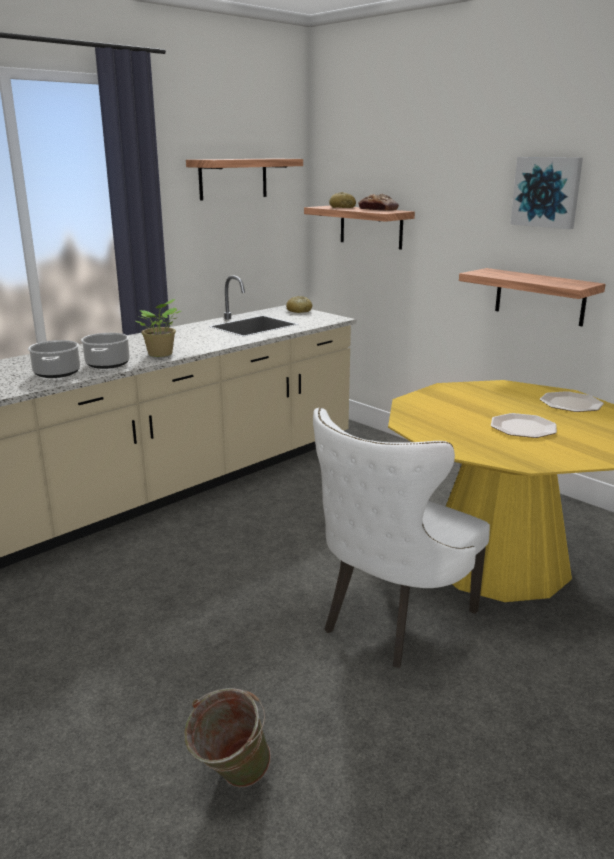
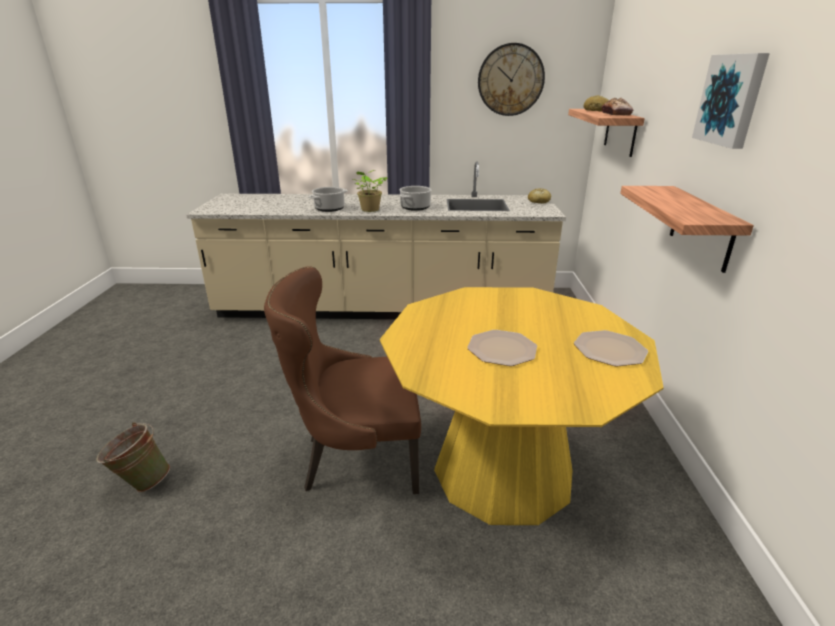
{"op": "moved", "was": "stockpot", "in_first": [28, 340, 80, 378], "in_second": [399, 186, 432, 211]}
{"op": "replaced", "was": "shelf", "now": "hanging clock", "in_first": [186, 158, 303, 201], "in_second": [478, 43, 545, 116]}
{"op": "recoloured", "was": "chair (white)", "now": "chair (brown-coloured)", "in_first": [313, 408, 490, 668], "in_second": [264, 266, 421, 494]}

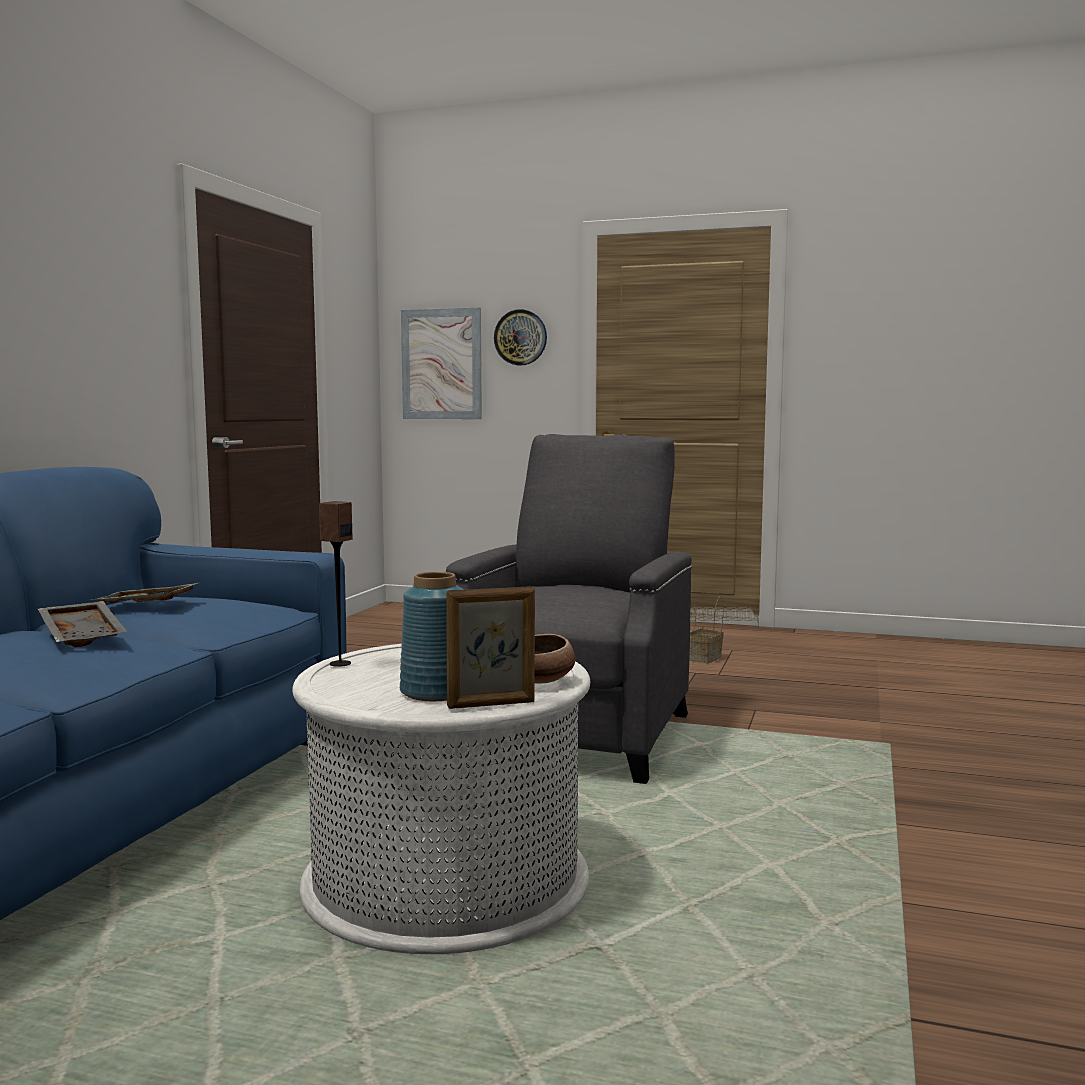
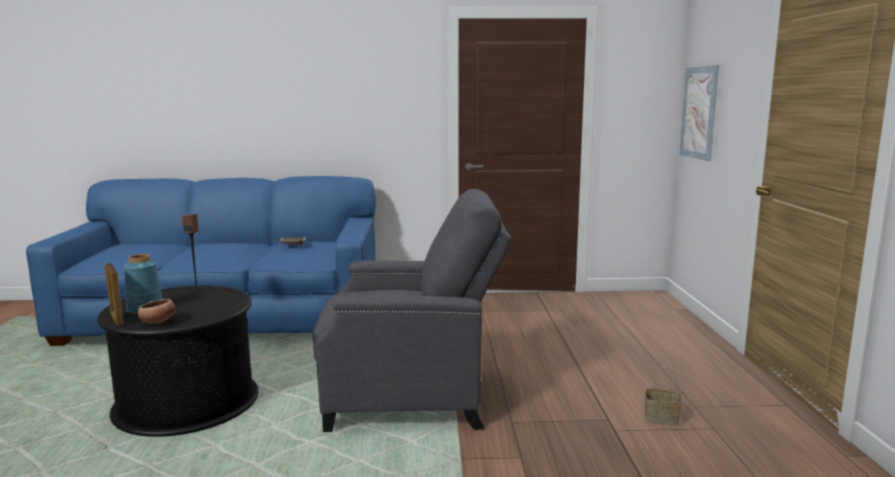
{"op": "removed", "was": "carrying tray (greyish)", "in_first": [38, 601, 127, 647]}
{"op": "recoloured", "was": "low table (white)", "now": "low table (blackish)", "in_first": [292, 644, 590, 954], "in_second": [97, 286, 258, 437]}
{"op": "removed", "was": "hanging clock", "in_first": [494, 309, 547, 365]}

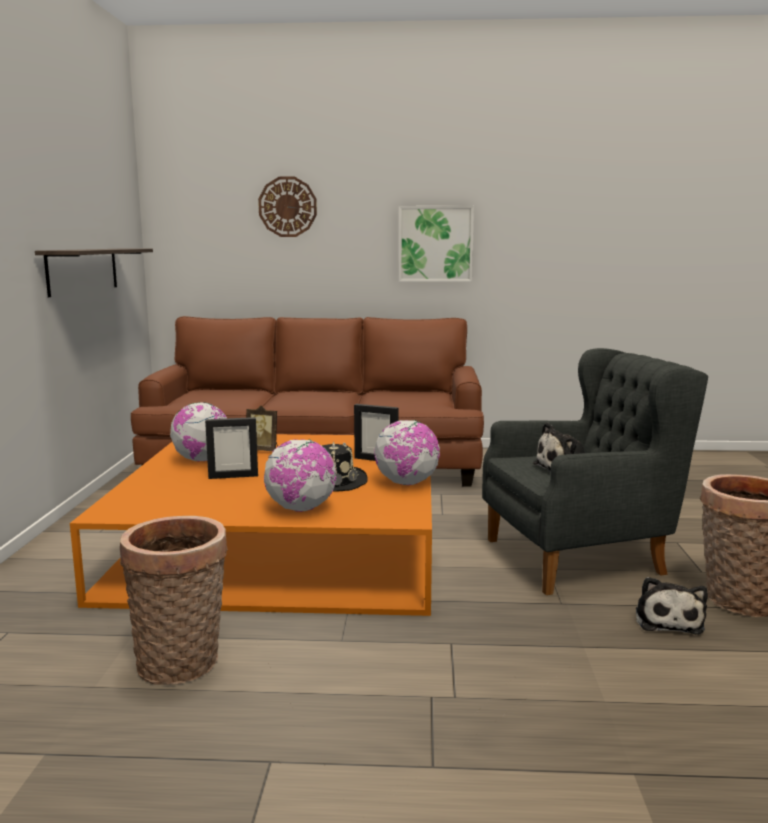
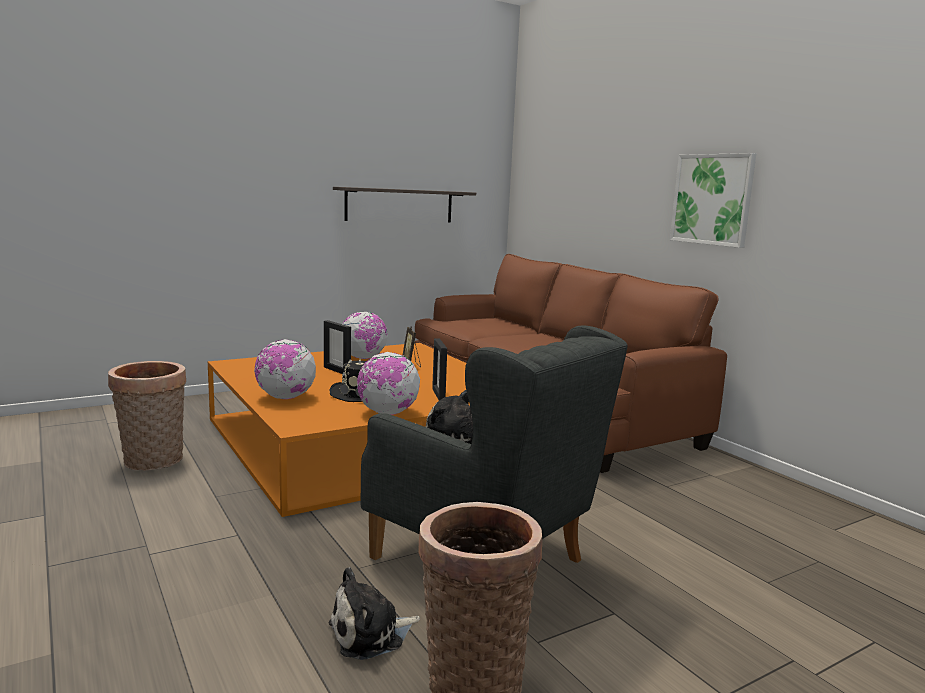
{"op": "removed", "was": "hanging clock", "in_first": [258, 177, 317, 237]}

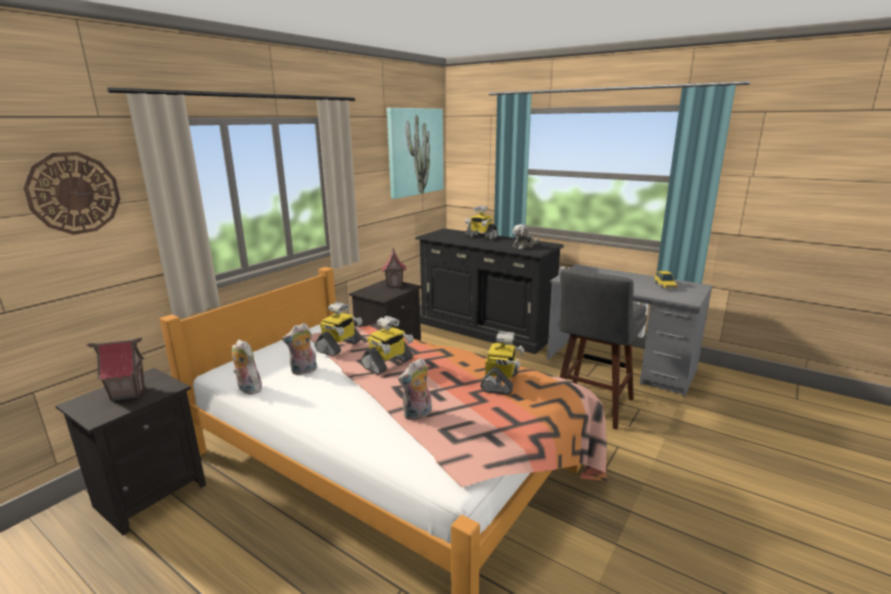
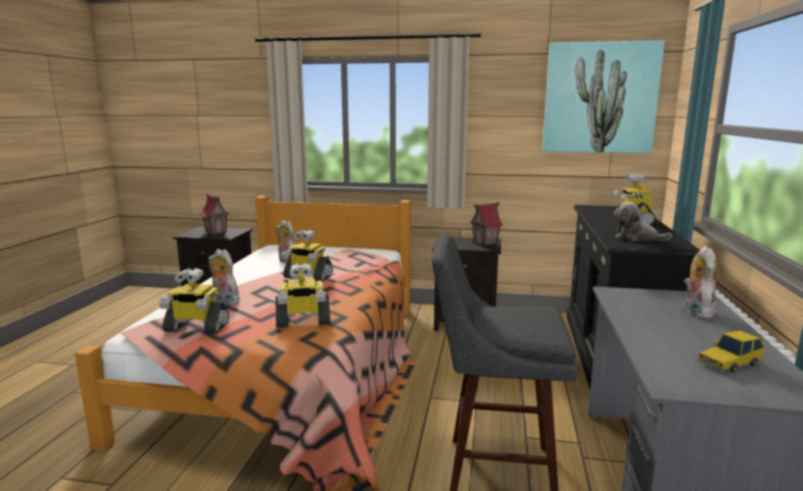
{"op": "removed", "was": "hanging clock", "in_first": [23, 152, 120, 235]}
{"op": "moved", "was": "plush toy", "in_first": [232, 339, 262, 394], "in_second": [684, 246, 717, 318]}
{"op": "moved", "was": "model robot", "in_first": [315, 302, 362, 356], "in_second": [159, 268, 229, 334]}

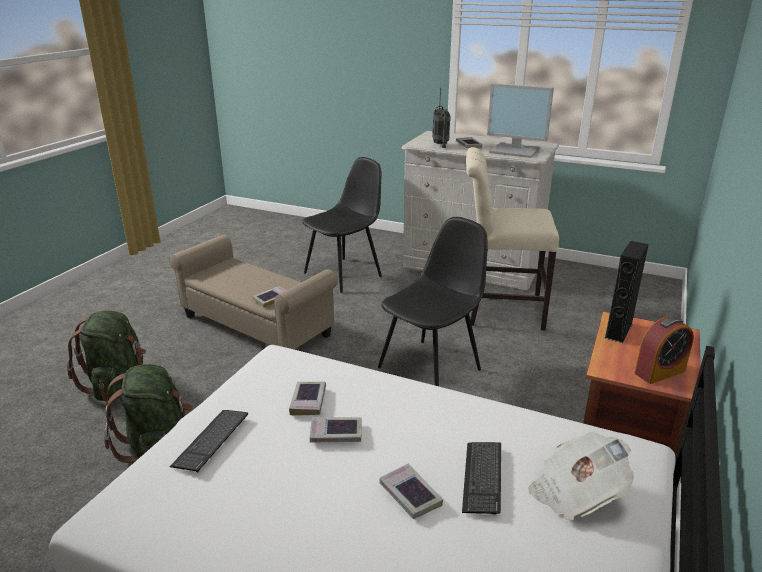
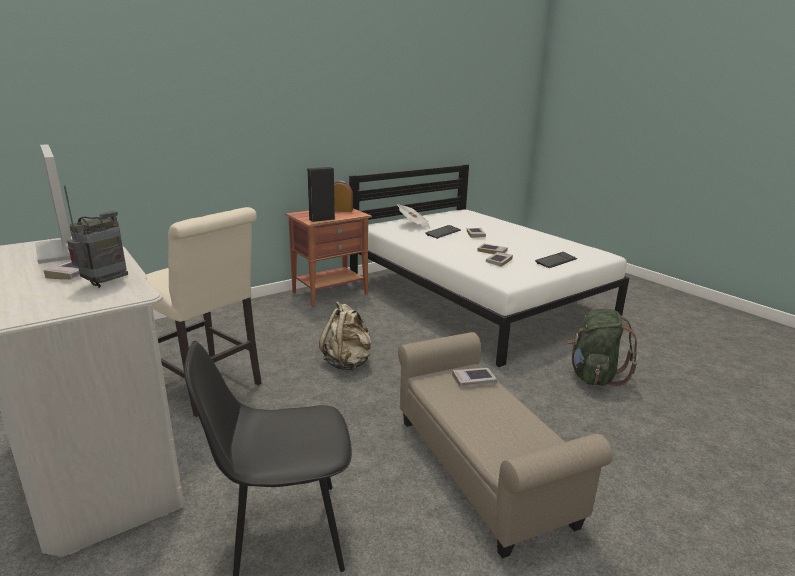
{"op": "removed", "was": "rucksack (green)", "in_first": [67, 311, 146, 401]}
{"op": "replaced", "was": "chair (blackish)", "now": "rucksack (sand-coloured)", "in_first": [378, 217, 488, 386], "in_second": [319, 301, 371, 370]}

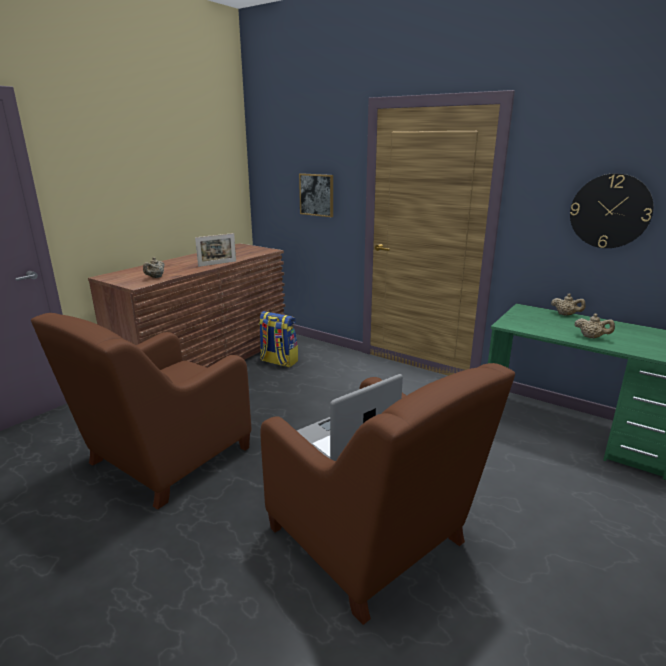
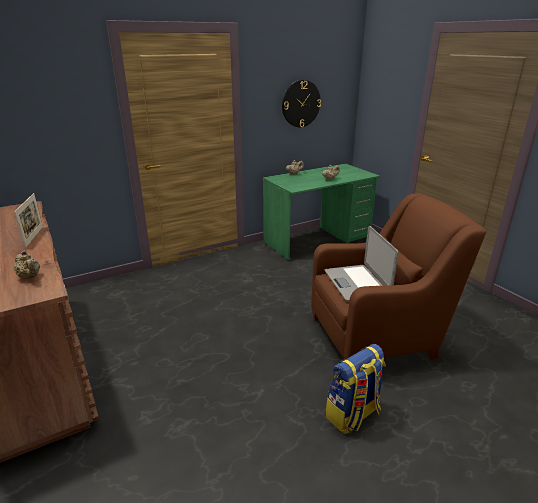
{"op": "removed", "was": "lounge chair (brown-coloured)", "in_first": [31, 313, 251, 510]}
{"op": "moved", "was": "rucksack", "in_first": [259, 311, 298, 367], "in_second": [326, 344, 386, 434]}
{"op": "removed", "was": "wall picture", "in_first": [299, 173, 333, 217]}

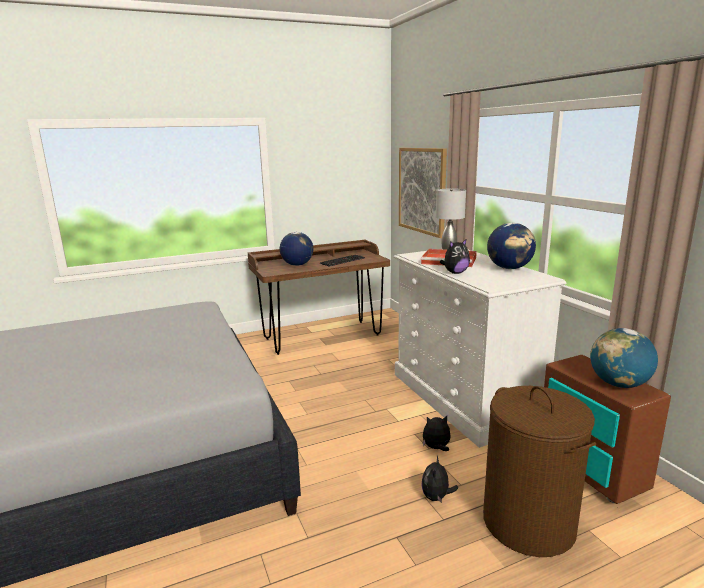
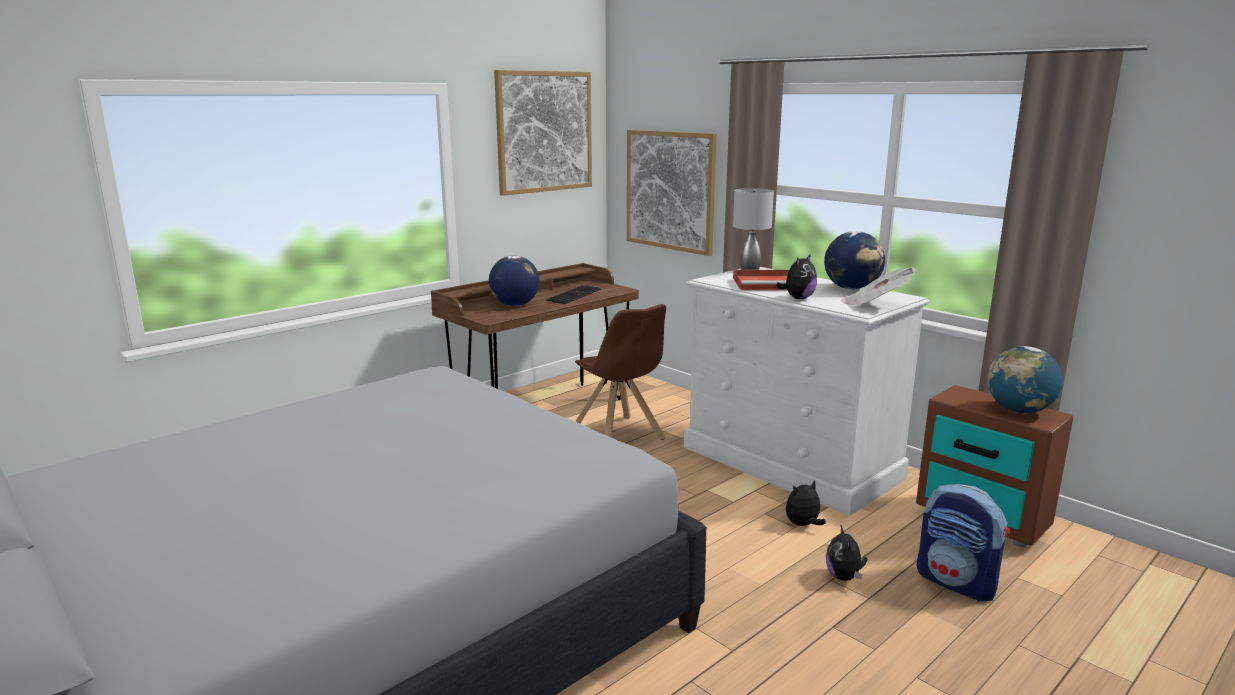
{"op": "replaced", "was": "hamper (brown-coloured)", "now": "rucksack", "in_first": [483, 386, 596, 557], "in_second": [916, 484, 1010, 602]}
{"op": "added", "now": "wall picture", "in_second": [494, 70, 592, 196]}
{"op": "added", "now": "chair (brown-coloured)", "in_second": [575, 304, 666, 440]}
{"op": "added", "now": "printed paper", "in_second": [841, 267, 917, 306]}

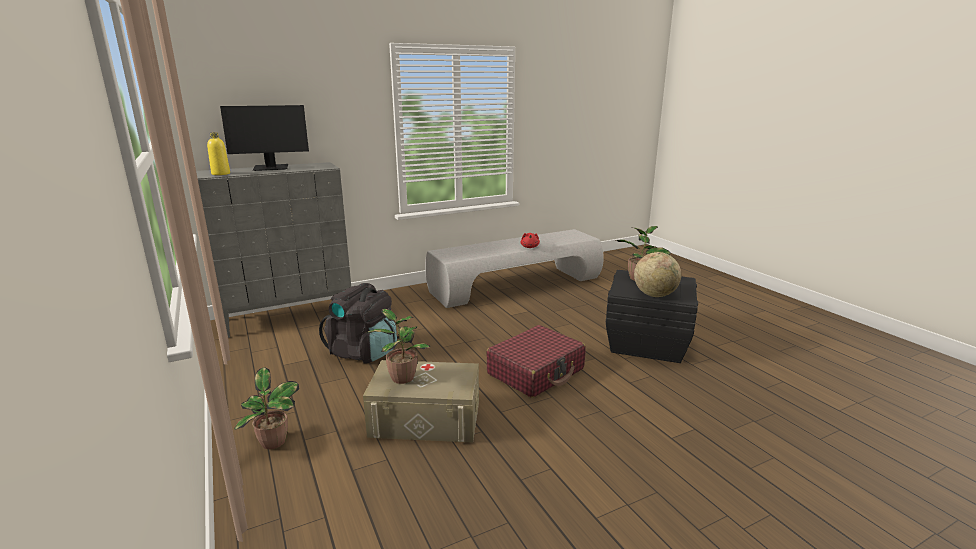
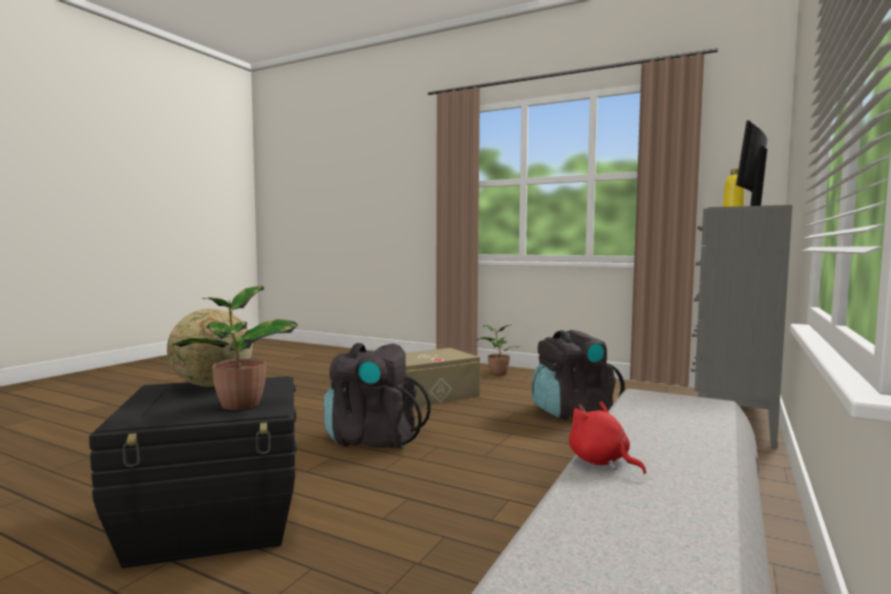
{"op": "removed", "was": "potted plant", "in_first": [366, 309, 430, 384]}
{"op": "replaced", "was": "piece of luggage (red-coloured)", "now": "rucksack (blackish)", "in_first": [486, 325, 586, 398], "in_second": [324, 343, 431, 449]}

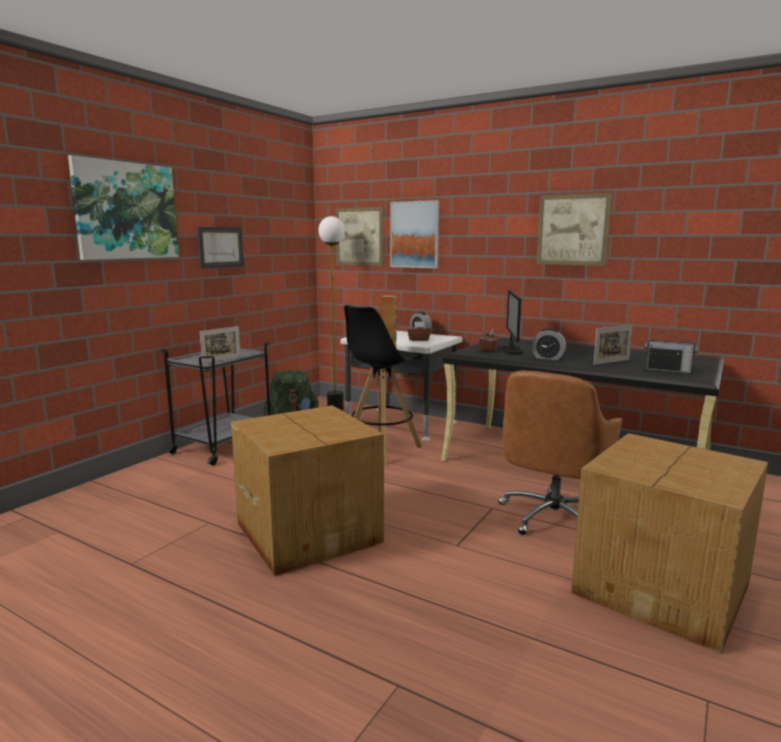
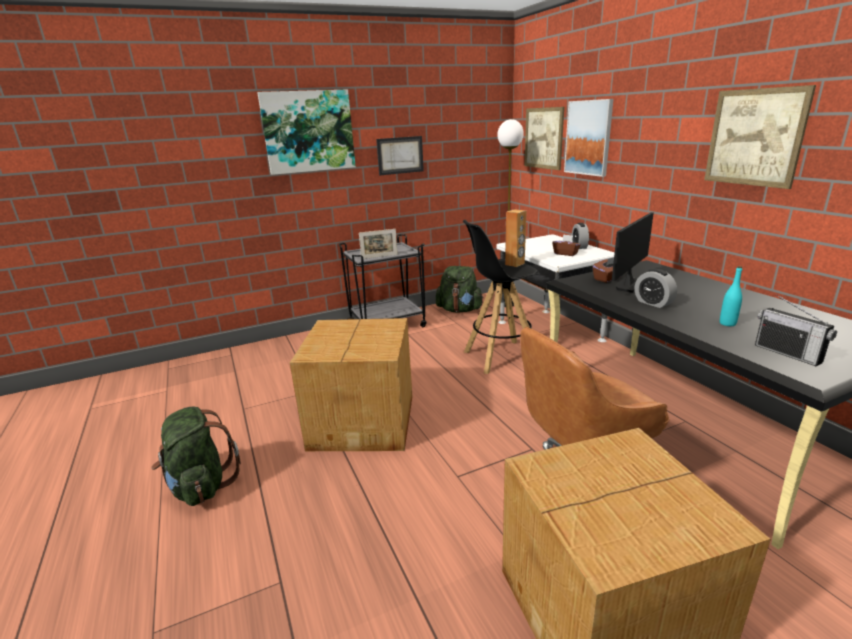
{"op": "replaced", "was": "picture frame", "now": "bottle (blue-green)", "in_first": [594, 325, 633, 365], "in_second": [720, 266, 742, 326]}
{"op": "added", "now": "rucksack (green)", "in_second": [151, 406, 241, 506]}

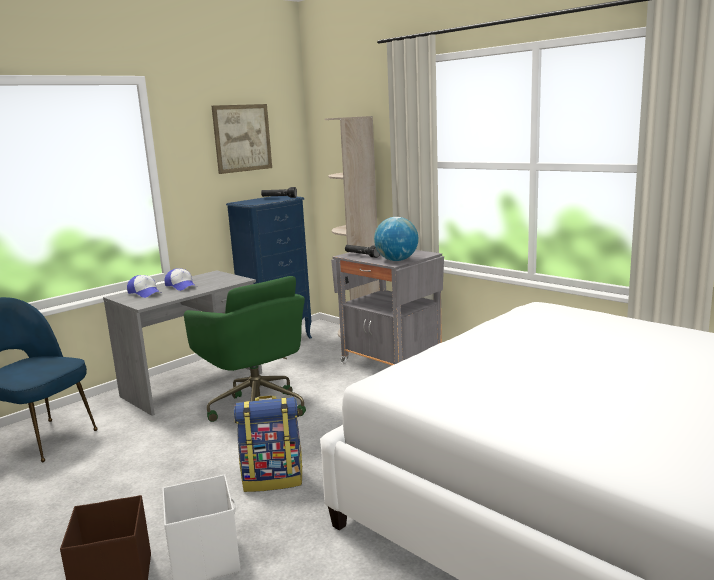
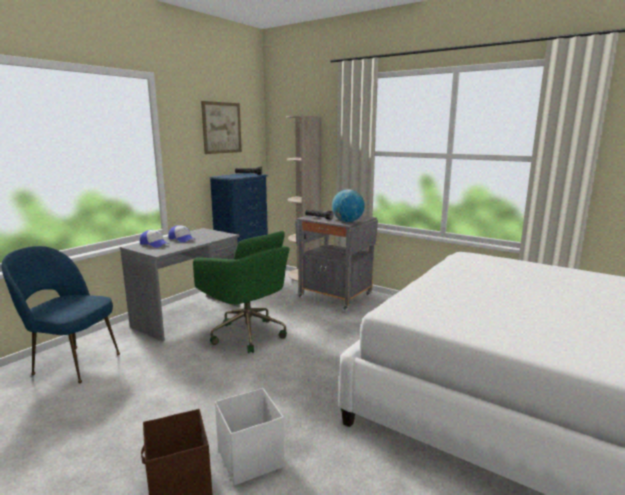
{"op": "removed", "was": "rucksack", "in_first": [234, 395, 302, 492]}

